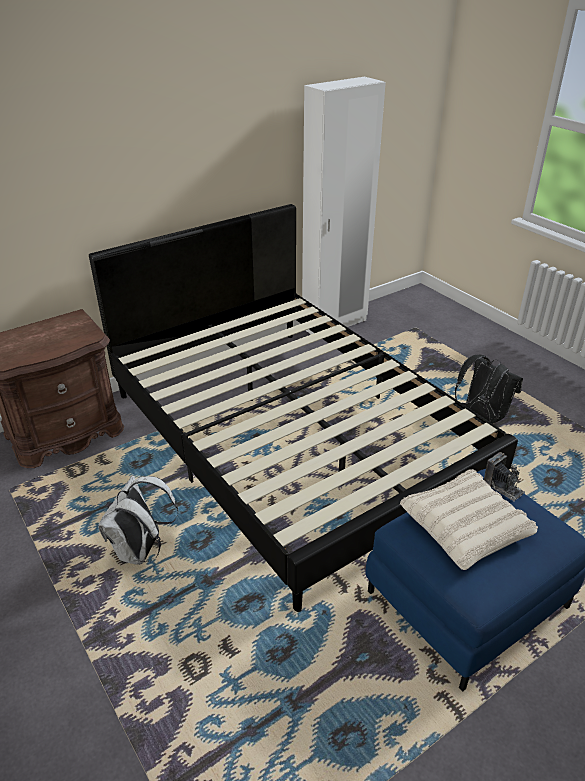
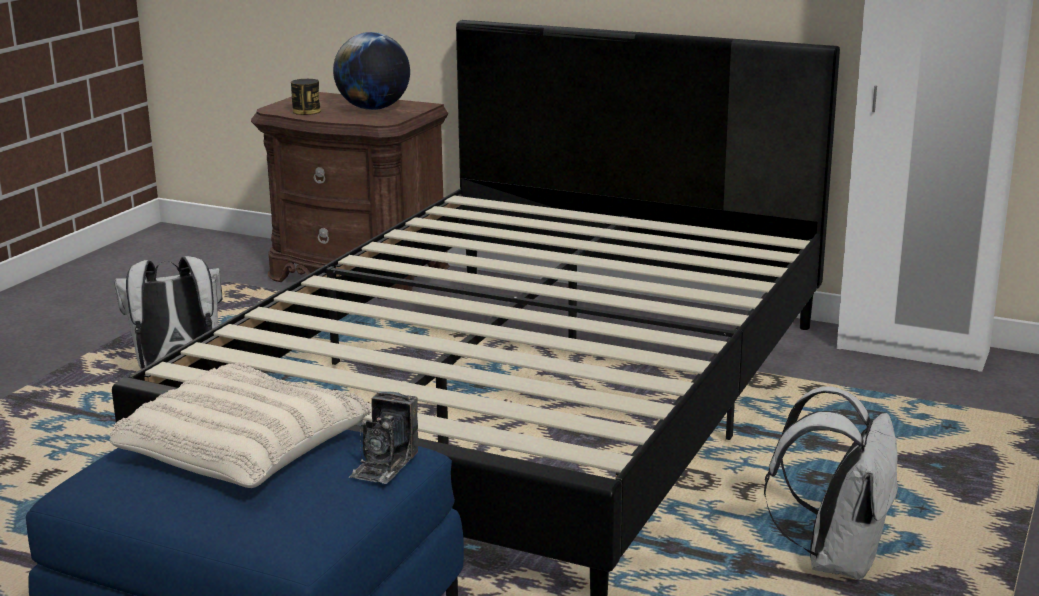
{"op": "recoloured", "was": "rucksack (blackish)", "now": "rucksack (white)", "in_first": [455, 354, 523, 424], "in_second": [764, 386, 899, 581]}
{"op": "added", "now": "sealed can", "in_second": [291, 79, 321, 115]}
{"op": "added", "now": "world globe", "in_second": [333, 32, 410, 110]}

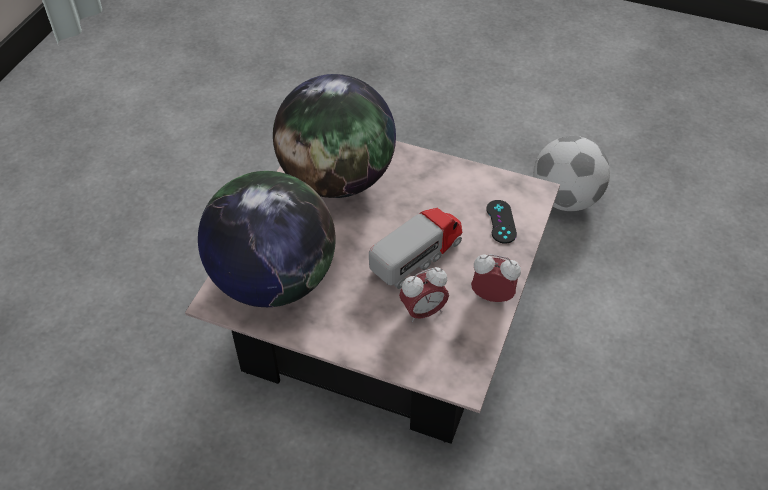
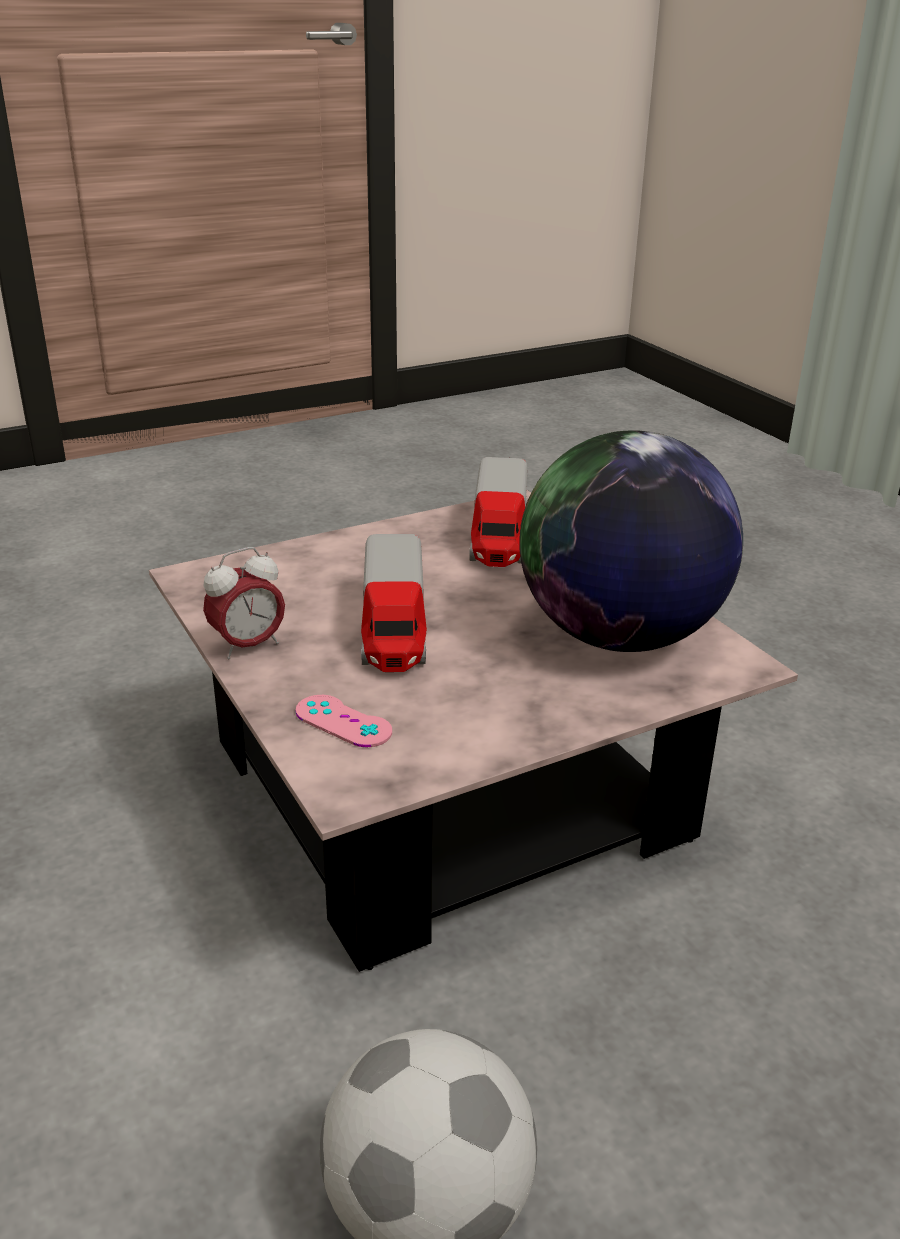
{"op": "replaced", "was": "world globe", "now": "model truck", "in_first": [198, 171, 336, 307], "in_second": [469, 457, 528, 567]}
{"op": "removed", "was": "bedside clock", "in_first": [399, 267, 449, 323]}
{"op": "recoloured", "was": "gamepad (blackish)", "now": "gamepad (pinkish)", "in_first": [486, 200, 517, 244], "in_second": [295, 695, 392, 747]}

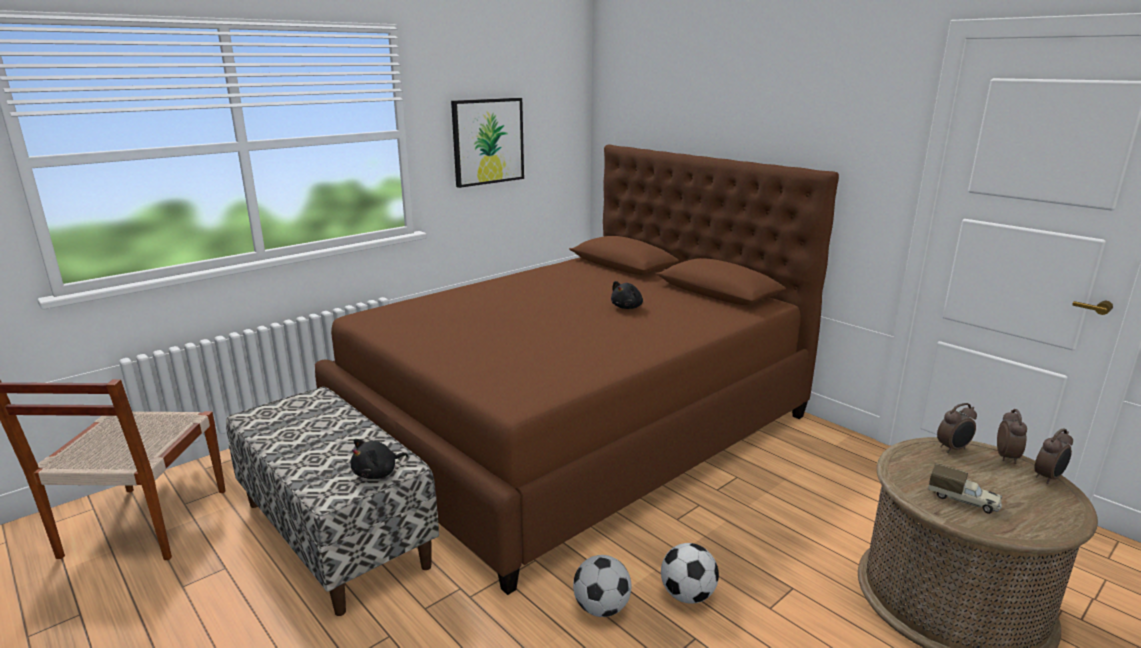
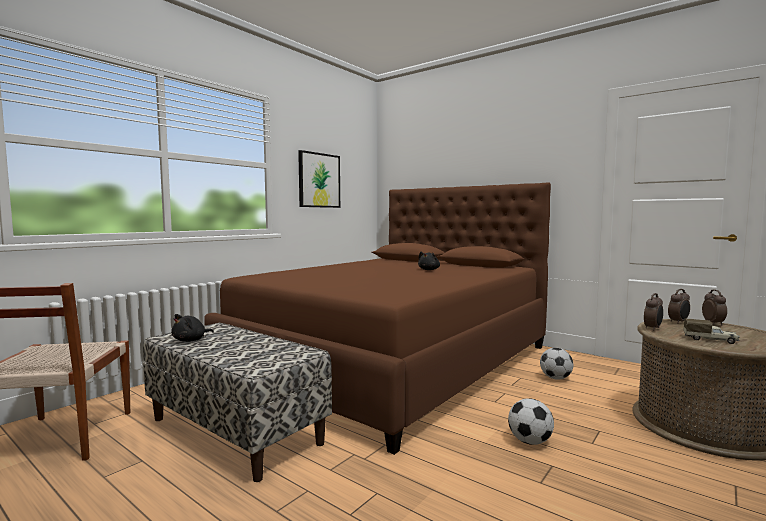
{"op": "moved", "was": "plush toy (blackish)", "in_first": [350, 439, 408, 479], "in_second": [171, 314, 214, 342]}
{"op": "moved", "was": "football", "in_first": [573, 555, 632, 617], "in_second": [540, 348, 573, 380]}
{"op": "moved", "was": "bedside clock", "in_first": [1034, 428, 1073, 484], "in_second": [644, 293, 663, 330]}

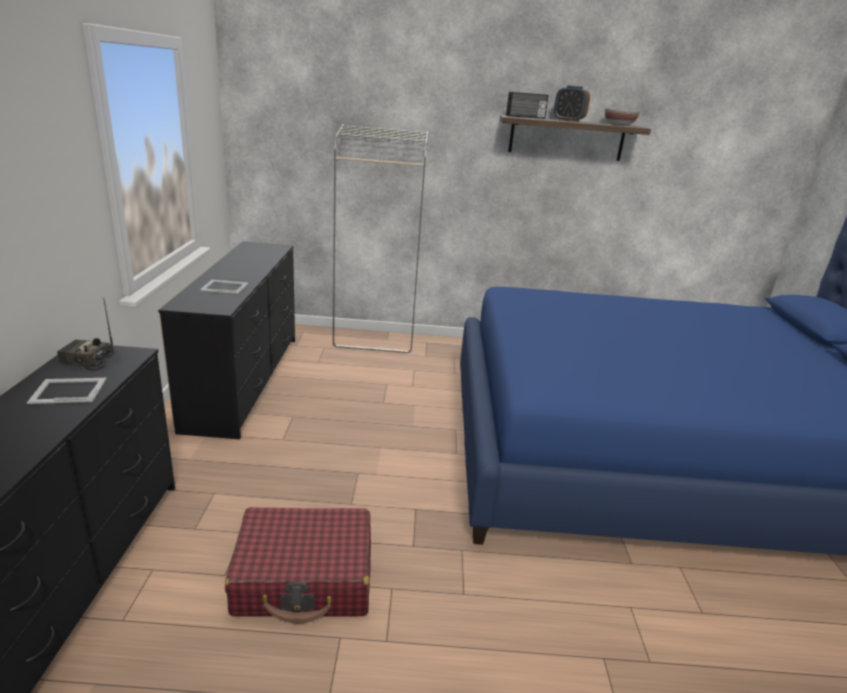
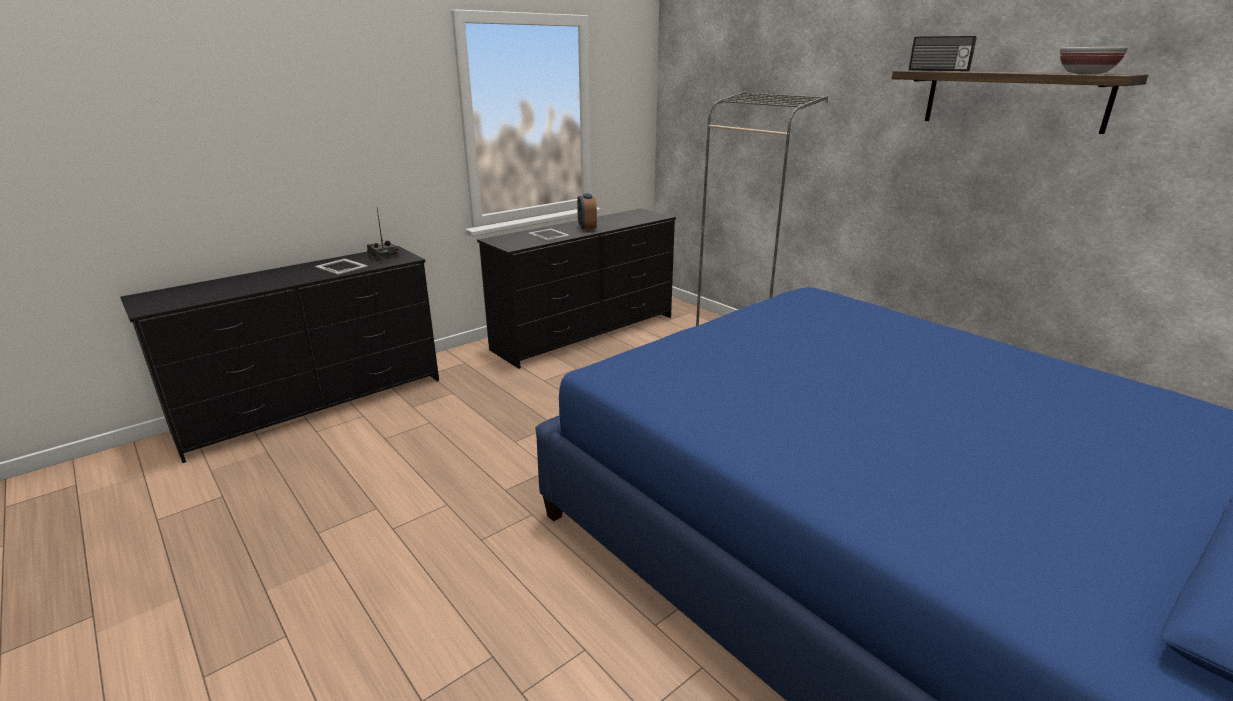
{"op": "removed", "was": "piece of luggage (red-coloured)", "in_first": [225, 507, 371, 624]}
{"op": "moved", "was": "bedside clock", "in_first": [554, 86, 590, 122], "in_second": [577, 193, 597, 231]}

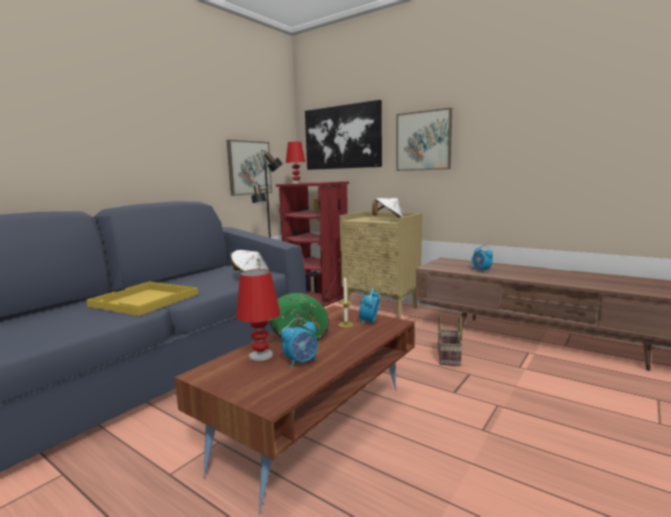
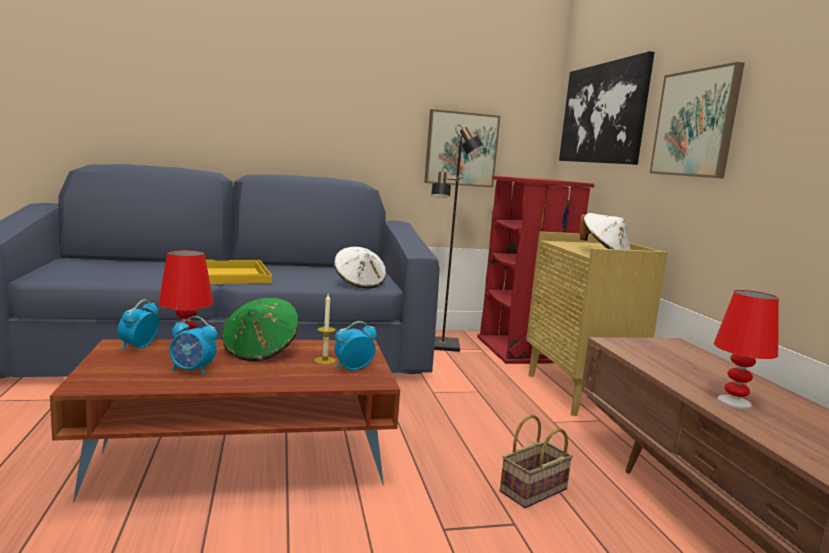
{"op": "moved", "was": "tabletop lamp (red-coloured)", "in_first": [286, 142, 306, 184], "in_second": [714, 290, 779, 409]}
{"op": "moved", "was": "bedside clock", "in_first": [471, 245, 493, 273], "in_second": [117, 300, 159, 351]}

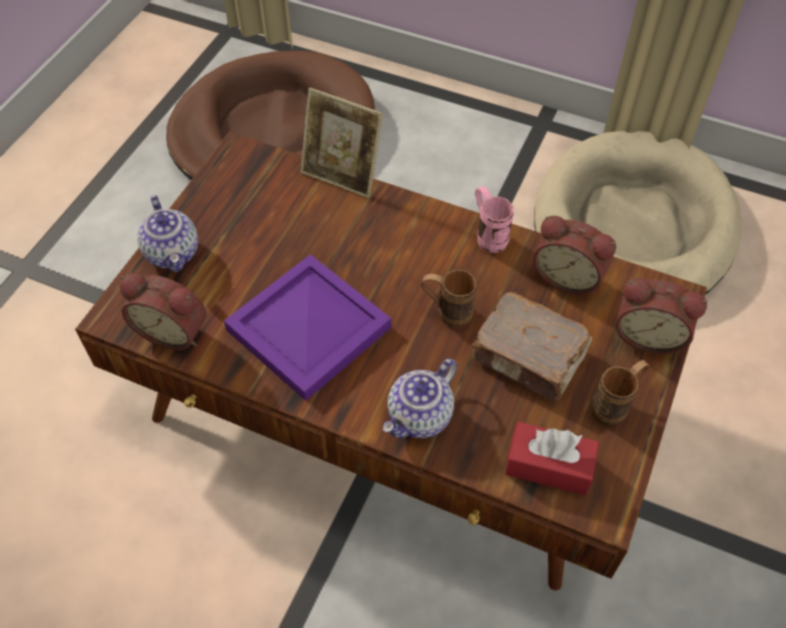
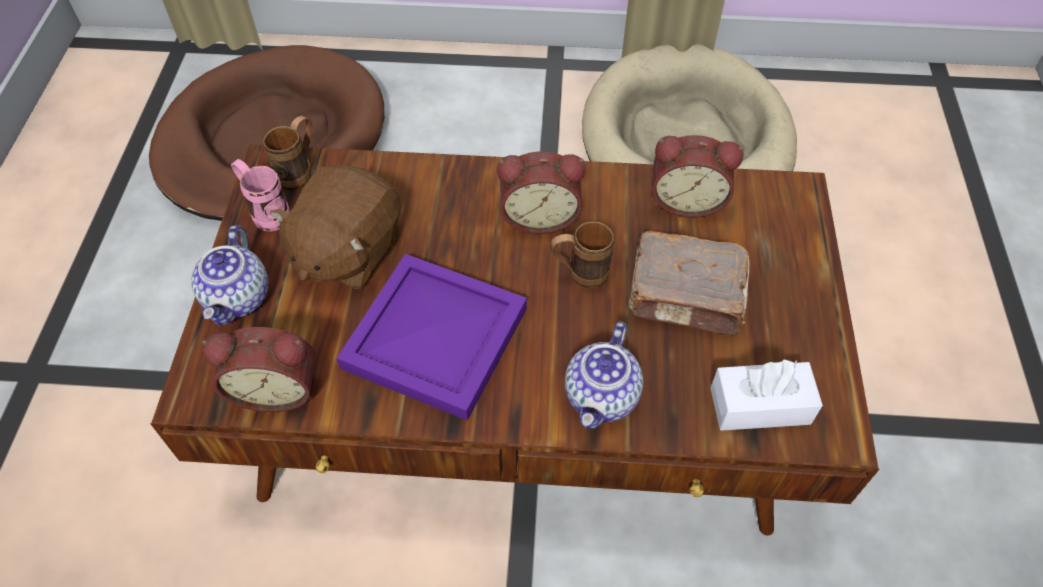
{"op": "turned", "was": "pot for tea", "in_first": [137, 195, 198, 272], "in_second": [191, 225, 269, 326], "clockwise": 45}
{"op": "removed", "was": "picture frame", "in_first": [300, 87, 383, 198]}
{"op": "moved", "was": "mug (pinkish)", "in_first": [475, 186, 514, 253], "in_second": [231, 159, 290, 232]}
{"op": "recoloured", "was": "box of tissues (red-coloured)", "now": "box of tissues (white)", "in_first": [505, 422, 599, 495], "in_second": [711, 359, 823, 431]}
{"op": "moved", "was": "mug (brown-coloured)", "in_first": [591, 360, 650, 426], "in_second": [263, 116, 313, 190]}
{"op": "moved", "was": "bedside clock", "in_first": [616, 278, 707, 354], "in_second": [497, 152, 585, 234]}
{"op": "added", "now": "plush toy (brown-coloured)", "in_second": [270, 165, 401, 289]}

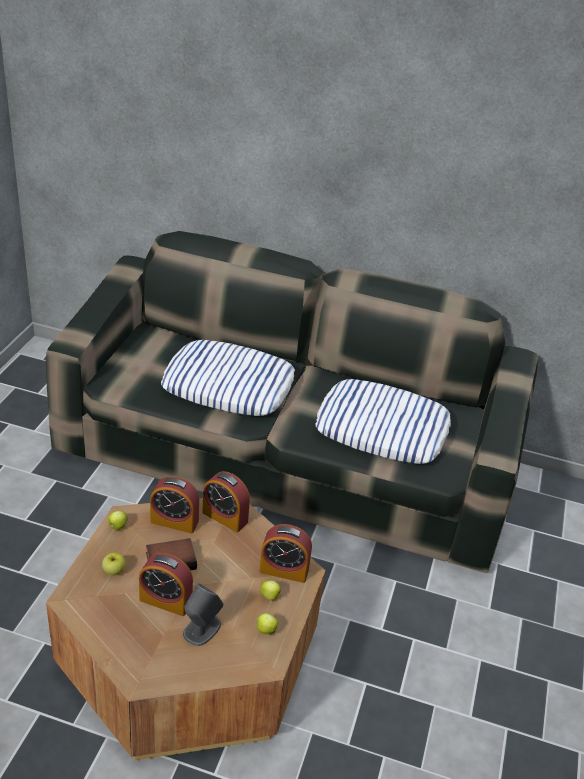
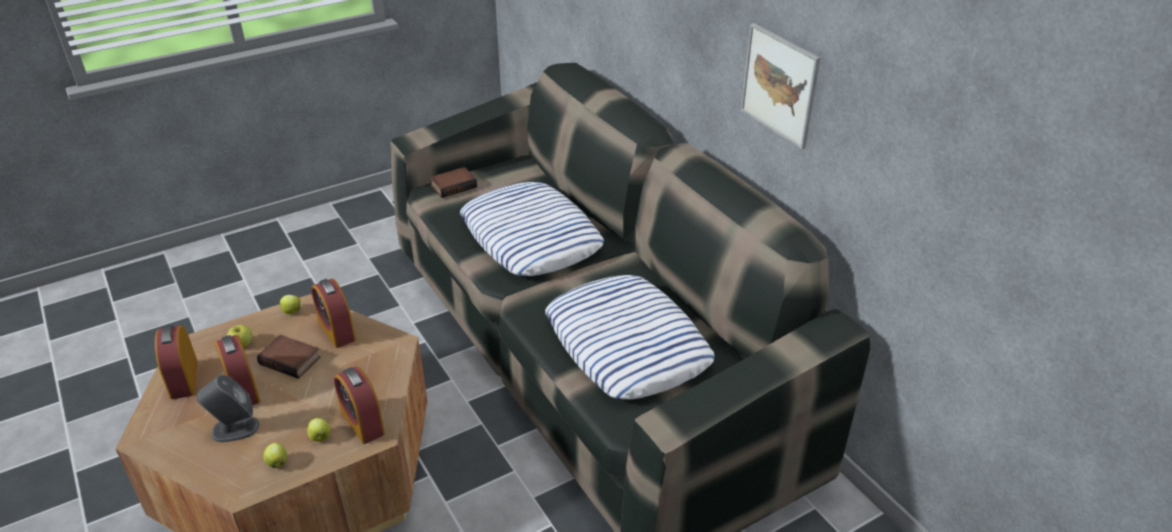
{"op": "moved", "was": "bedside clock", "in_first": [202, 471, 250, 532], "in_second": [155, 325, 198, 399]}
{"op": "added", "now": "volume", "in_second": [430, 167, 477, 198]}
{"op": "added", "now": "wall picture", "in_second": [741, 23, 820, 149]}

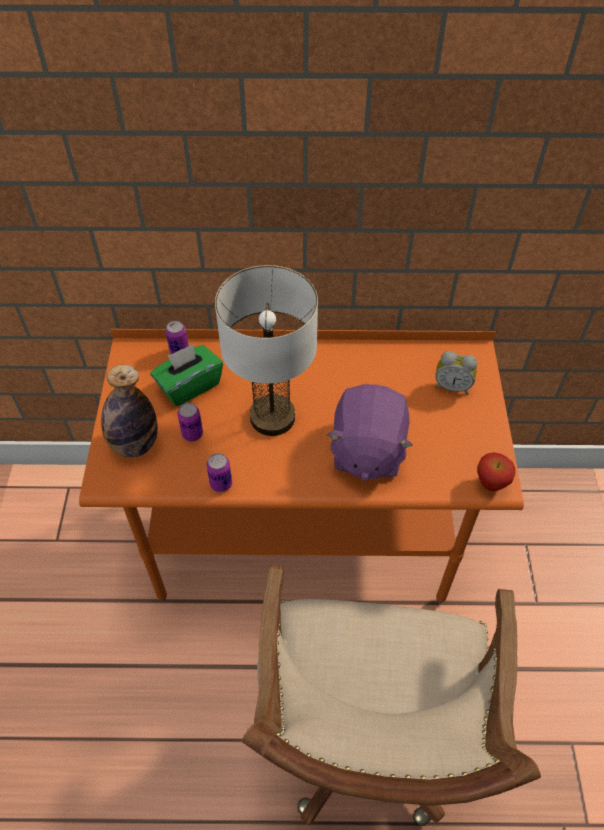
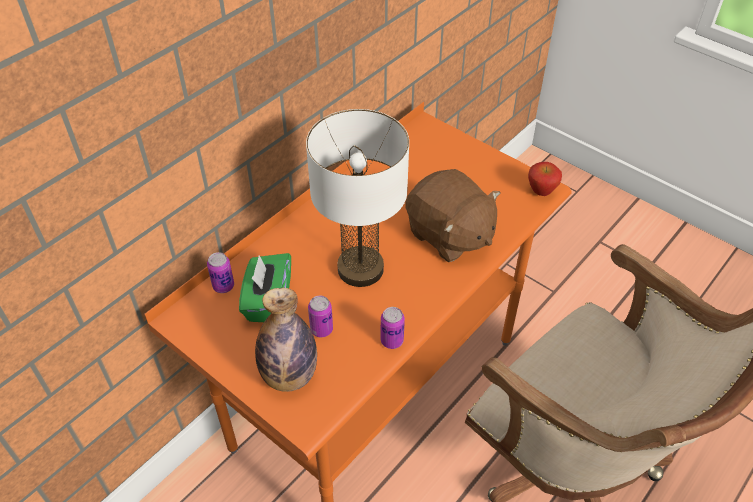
{"op": "recoloured", "was": "plush toy (purple-coloured)", "now": "plush toy (brown-coloured)", "in_first": [327, 384, 413, 481], "in_second": [405, 169, 501, 262]}
{"op": "removed", "was": "bedside clock", "in_first": [435, 351, 477, 395]}

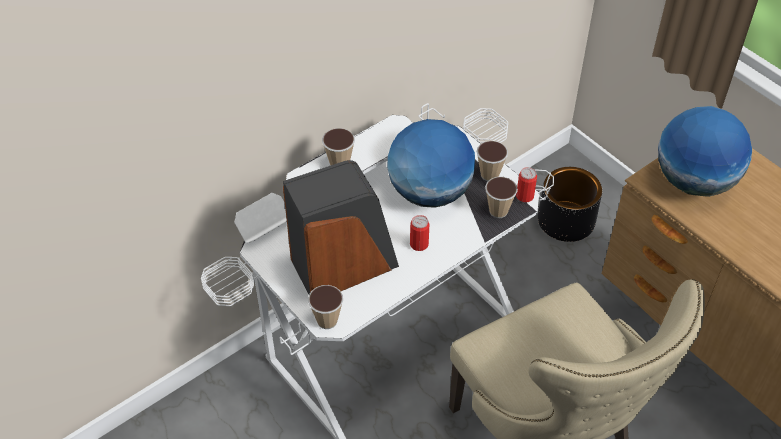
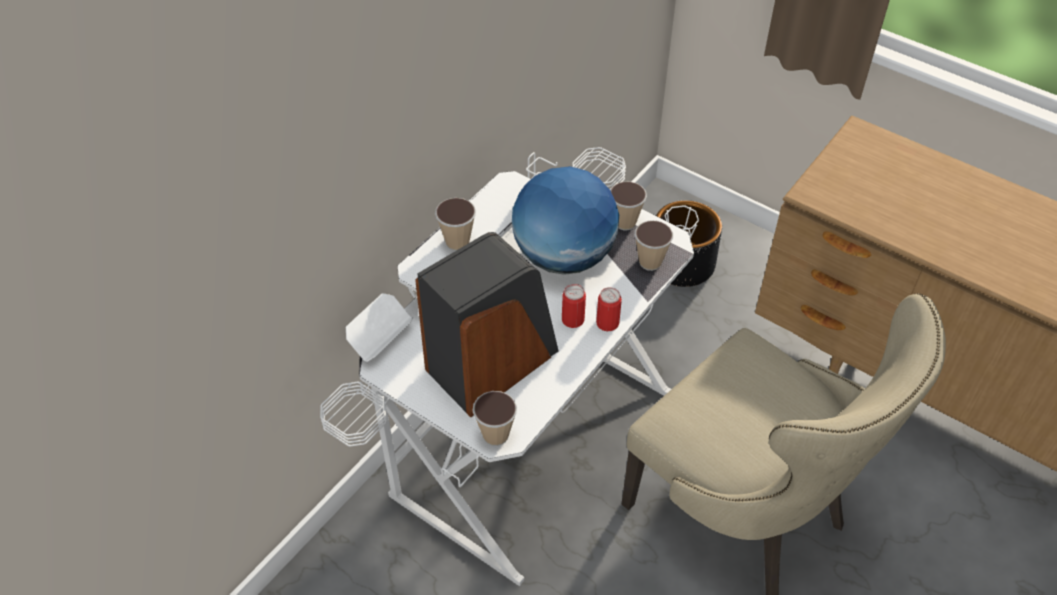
{"op": "moved", "was": "sealed can", "in_first": [516, 167, 537, 203], "in_second": [596, 287, 622, 331]}
{"op": "removed", "was": "world globe", "in_first": [658, 106, 752, 197]}

